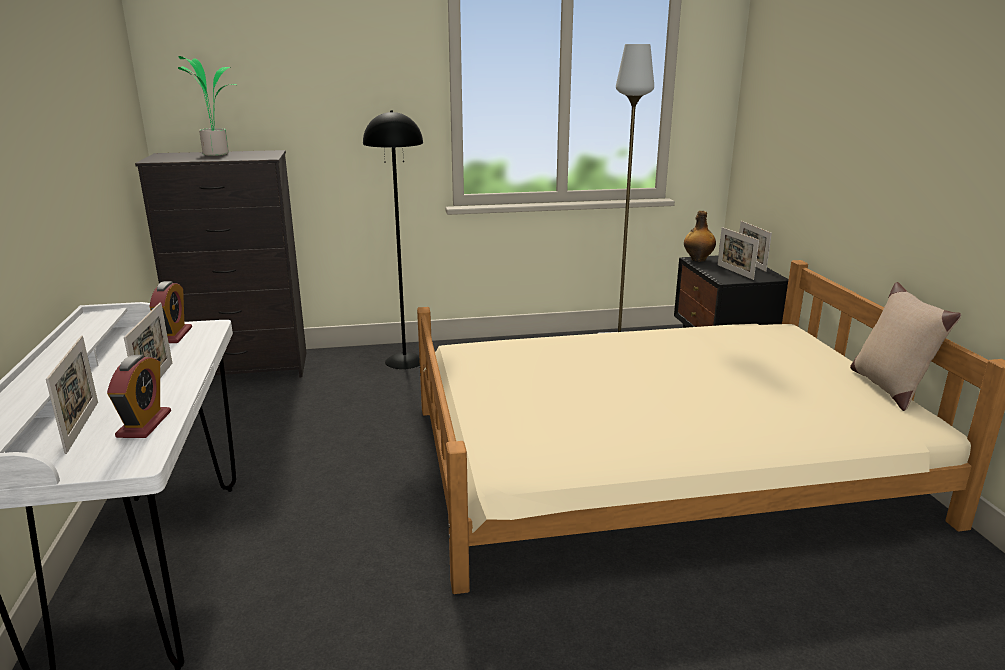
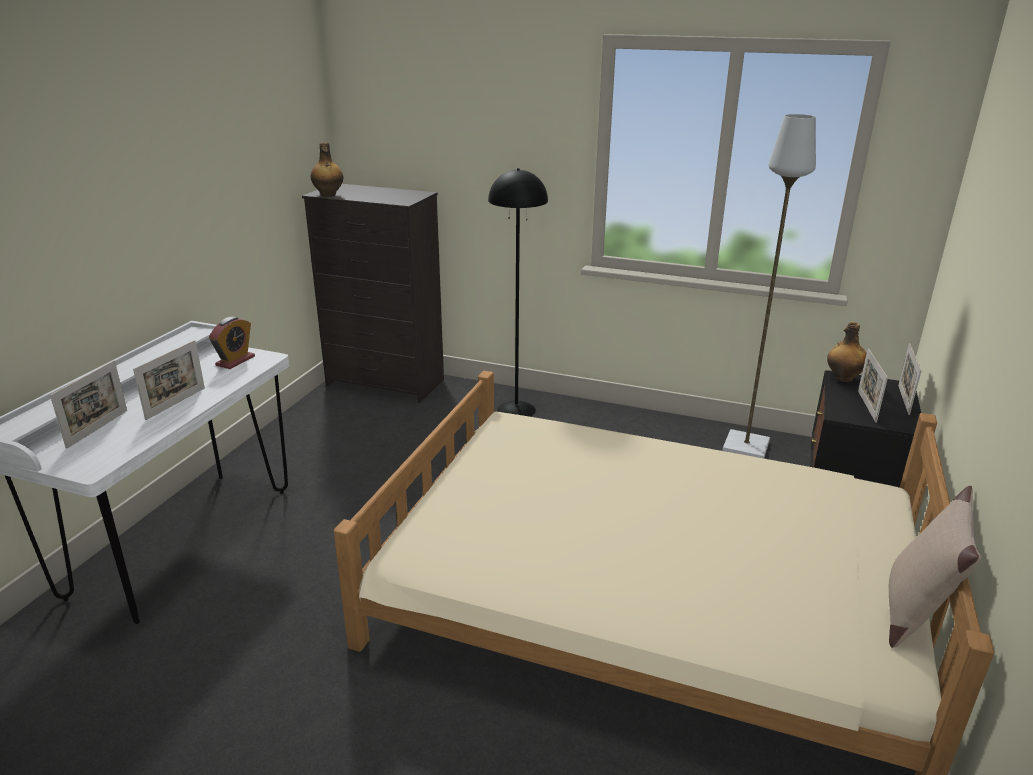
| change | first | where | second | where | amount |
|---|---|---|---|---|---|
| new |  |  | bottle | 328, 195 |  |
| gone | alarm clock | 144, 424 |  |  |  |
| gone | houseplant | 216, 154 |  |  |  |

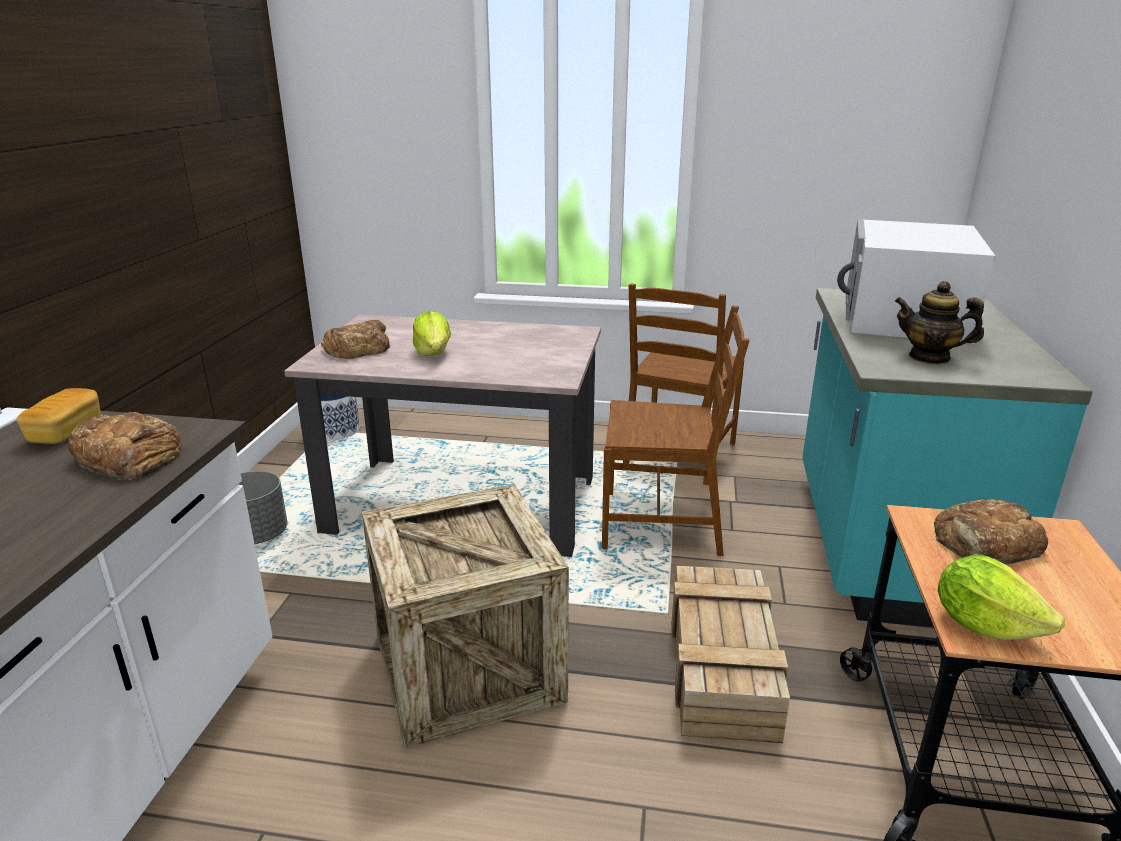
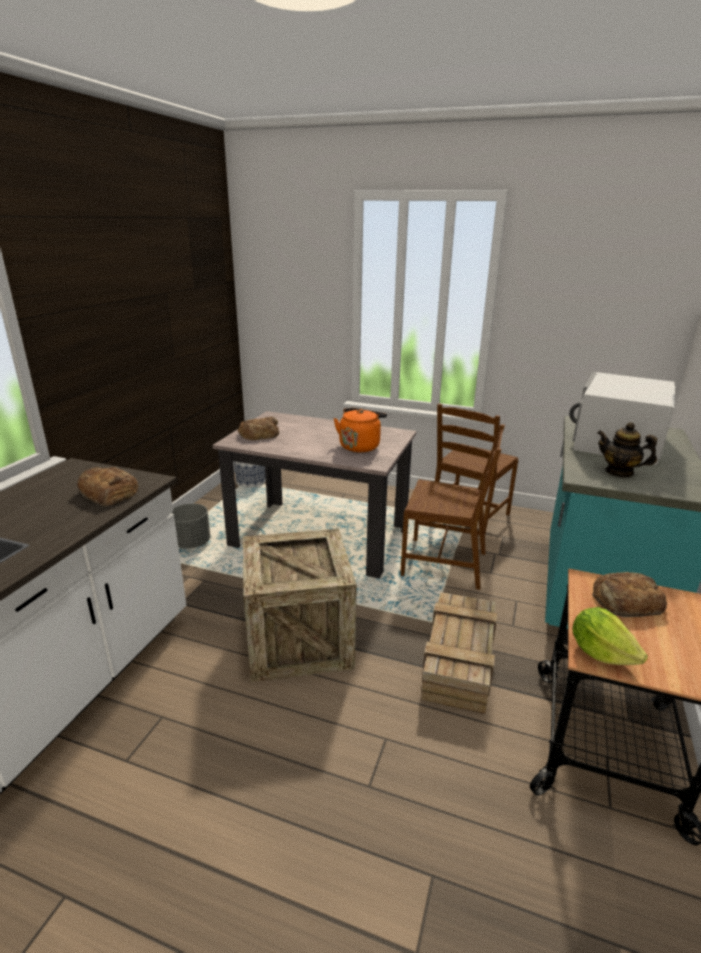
| change | first | where | second | where | amount |
|---|---|---|---|---|---|
| new |  |  | orangey tea kettle | 360, 446 |  |
| gone | bakery bread | 66, 431 |  |  |  |
| gone | lettuce head | 433, 353 |  |  |  |

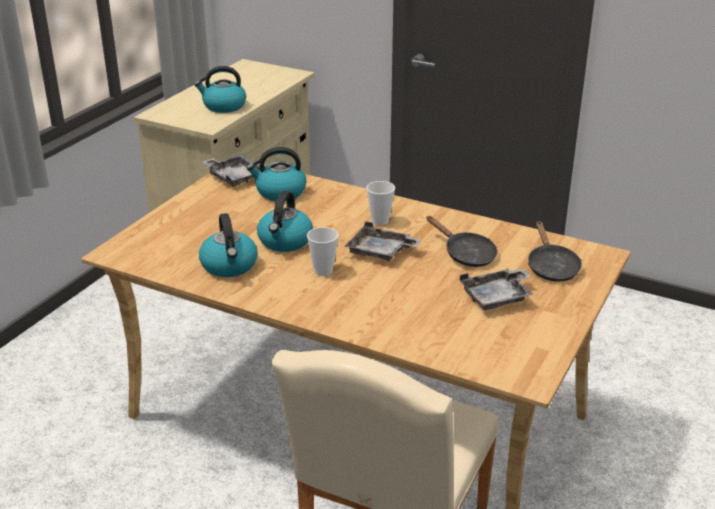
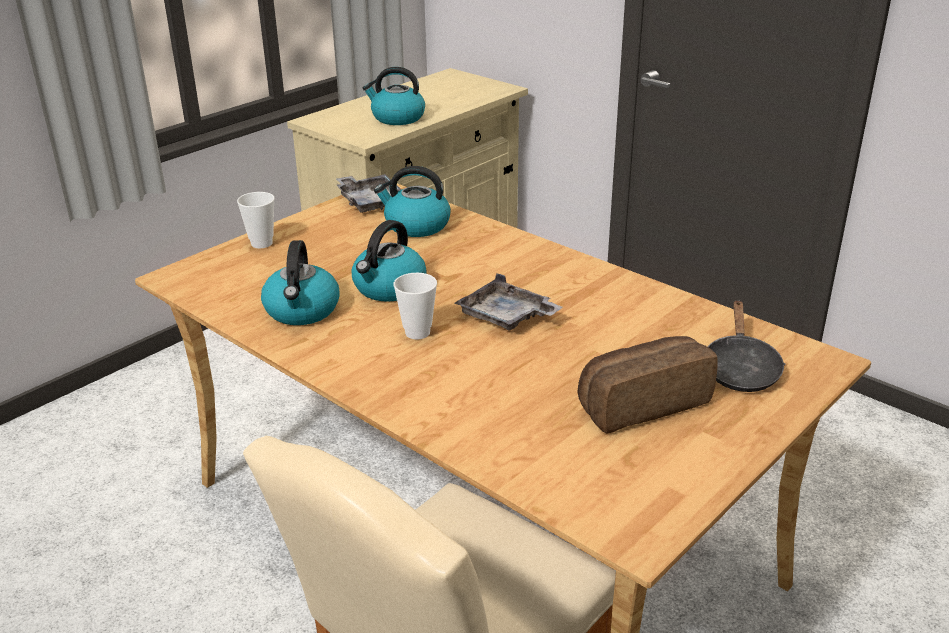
| change | first | where | second | where | amount |
|---|---|---|---|---|---|
| shifted | drinking cup | 380, 221 |  | 261, 243 |  |
| swapped | grey tray | 497, 297 | bakery bread | 641, 402 |  |
| gone | black skillet | 466, 254 |  |  |  |

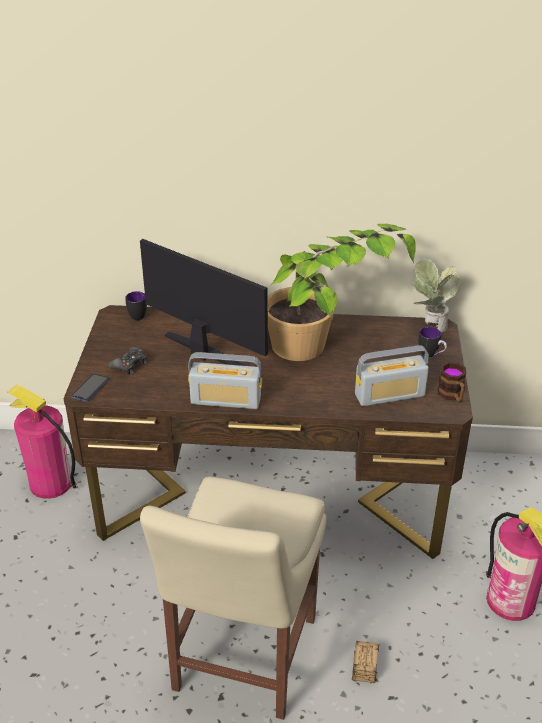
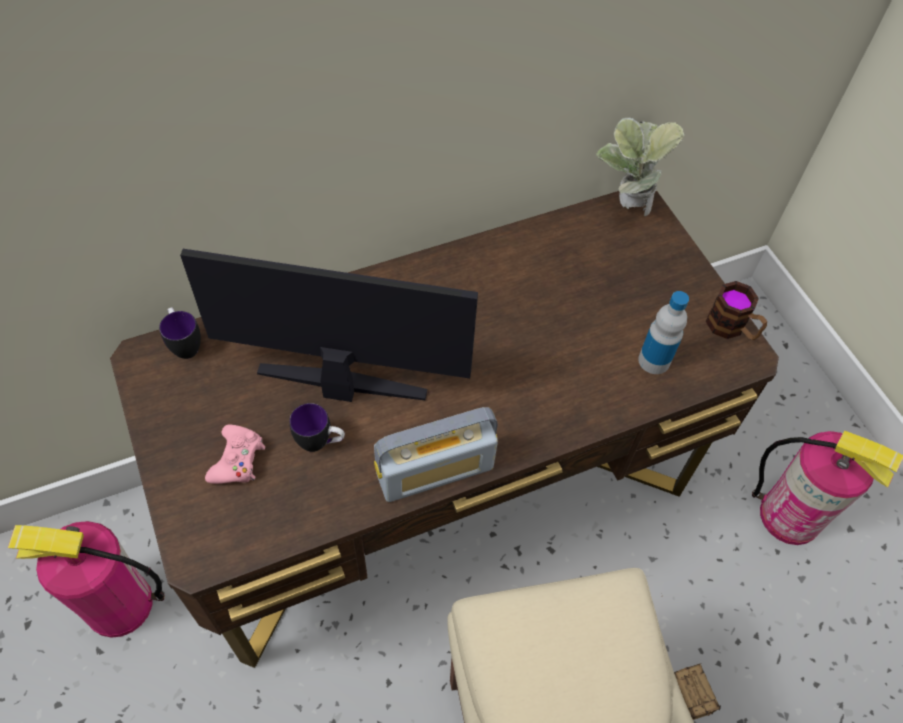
| change | first | where | second | where | amount |
|---|---|---|---|---|---|
| repainted | black gamepad | 130, 365 | pink-coloured gamepad | 237, 460 |  |
| shifted | tea mug | 431, 355 |  | 320, 443 |  |
| swapped | radio | 390, 395 | bottle | 654, 360 |  |
| gone | handset | 90, 388 |  |  |  |
| gone | houseplant | 327, 347 |  |  |  |

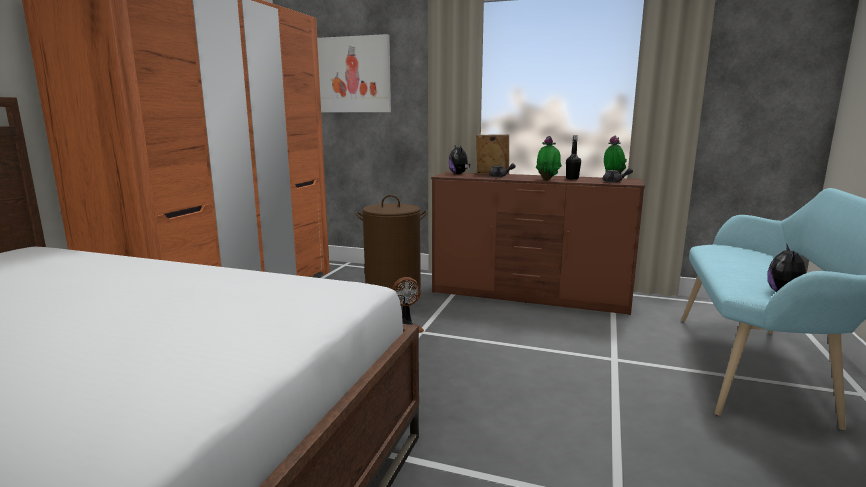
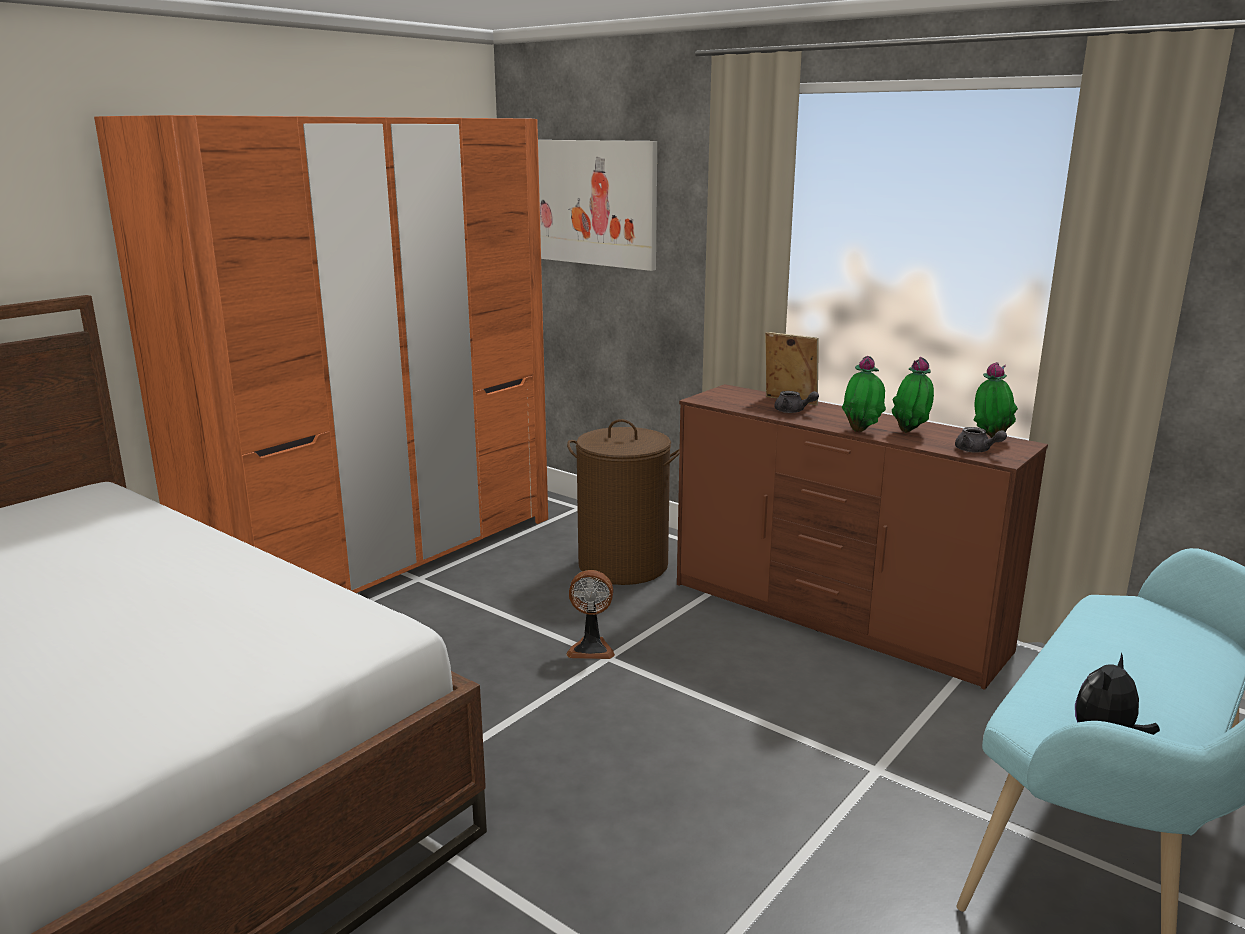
| change | first | where | second | where | amount |
|---|---|---|---|---|---|
| swapped | black bottle | 572, 179 | houseplant | 911, 432 |  |
| gone | plush toy | 459, 174 |  |  |  |

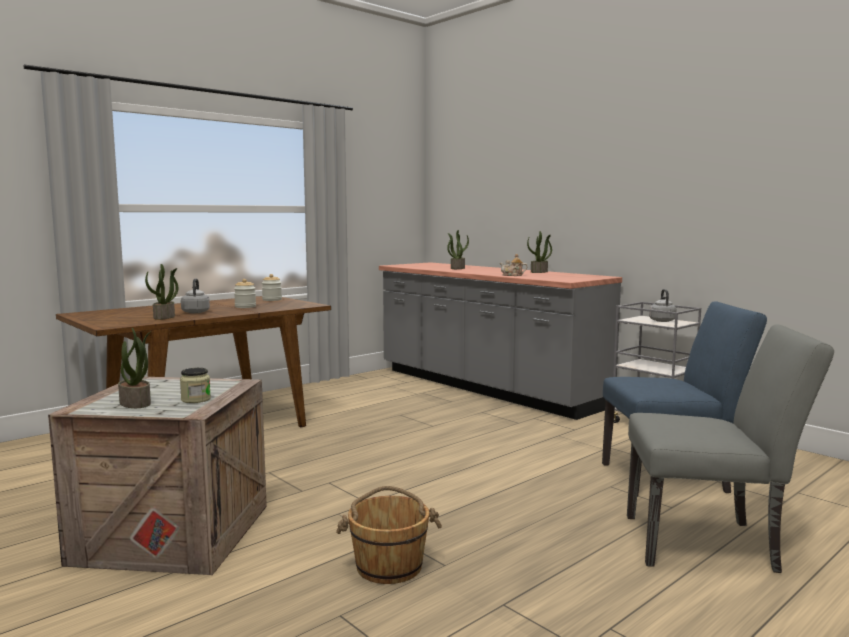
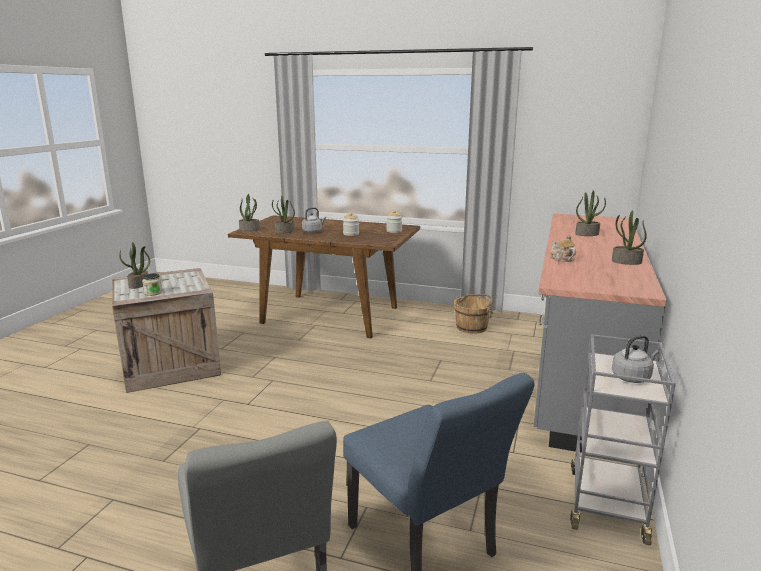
| change | first | where | second | where | amount |
|---|---|---|---|---|---|
| new |  |  | houseplant | 249, 229 |  |
| shifted | brownish bucket | 389, 565 |  | 472, 327 |  |

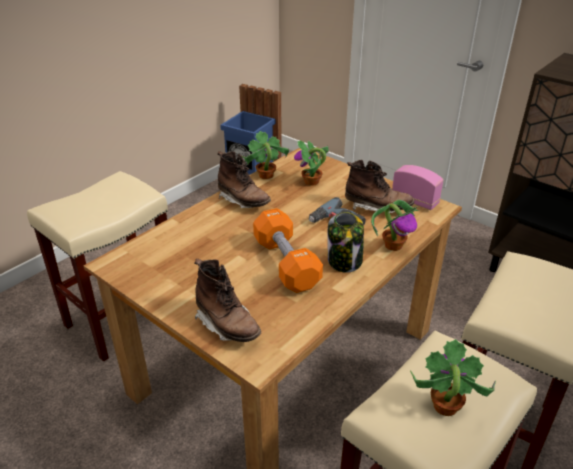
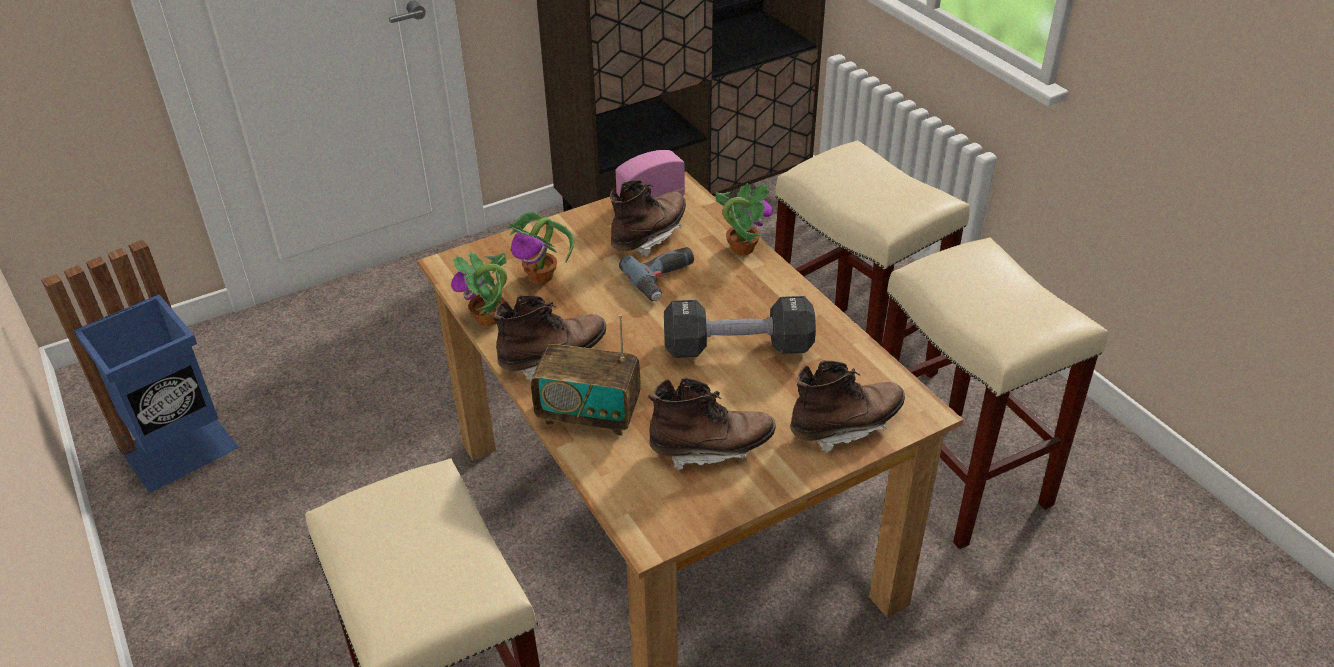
| change | first | where | second | where | amount |
|---|---|---|---|---|---|
| new |  |  | radio | 589, 414 |  |
| new |  |  | brownish high-top boot | 711, 448 |  |
| repainted | orangey free weight | 286, 263 | black free weight | 738, 347 |  |
| gone | storage jar | 344, 261 |  |  |  |
| gone | houseplant | 444, 406 |  |  |  |

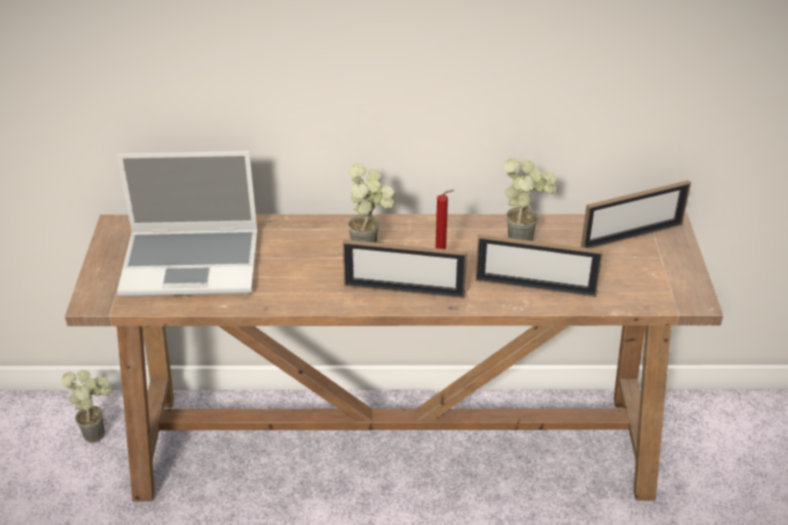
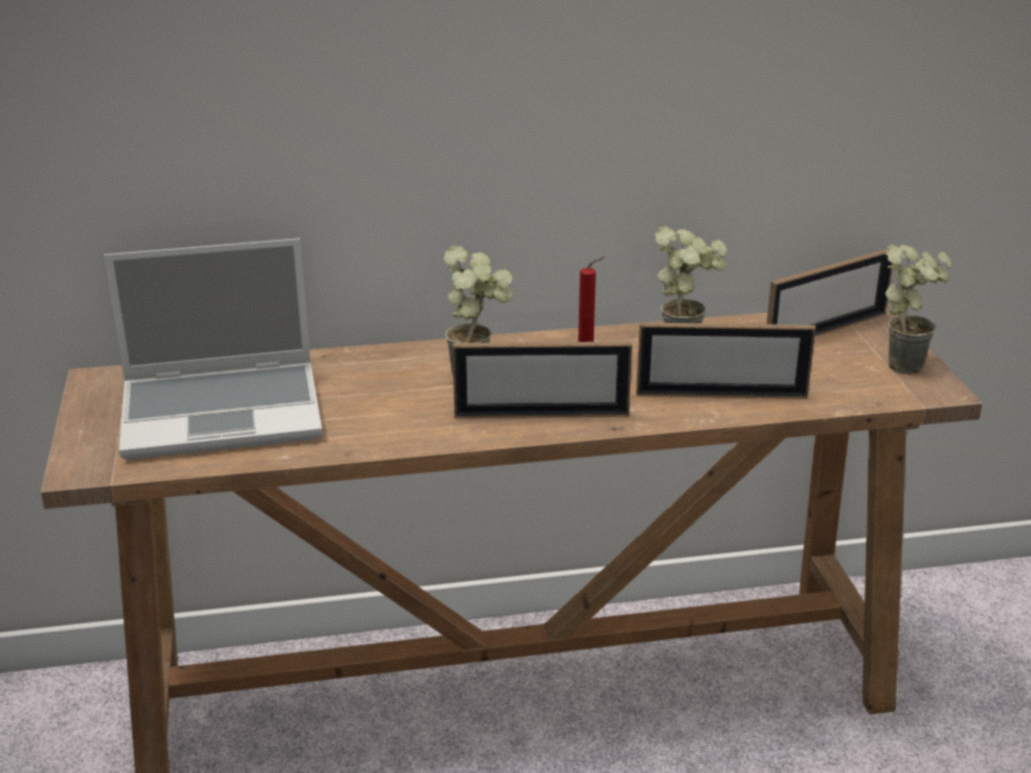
| change | first | where | second | where | amount |
|---|---|---|---|---|---|
| shifted | houseplant | 99, 431 |  | 906, 363 |  |

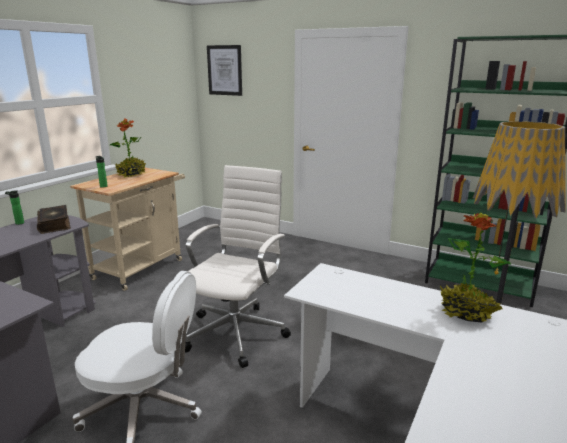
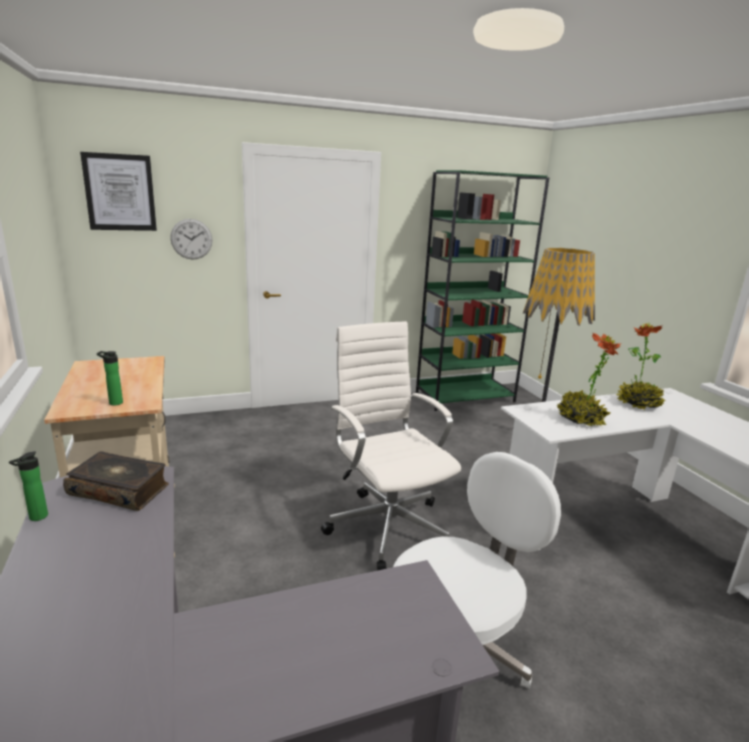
| change | first | where | second | where | amount |
|---|---|---|---|---|---|
| new |  |  | hanging clock | 191, 239 |  |
| shifted | houseplant | 131, 174 |  | 580, 419 |  |

